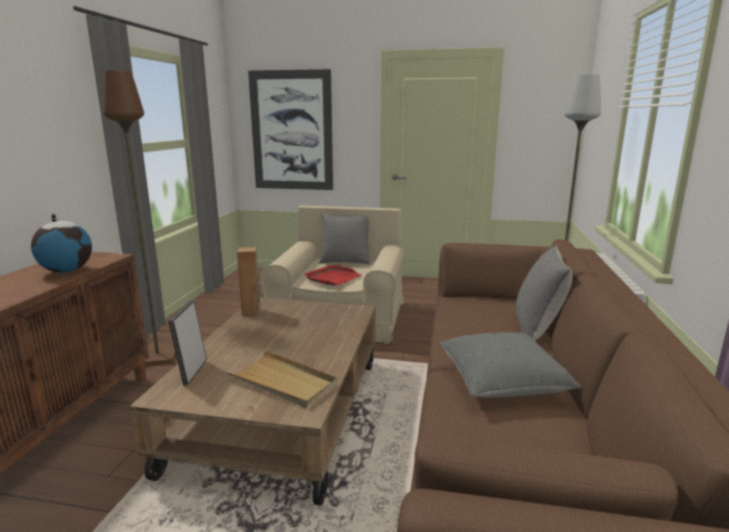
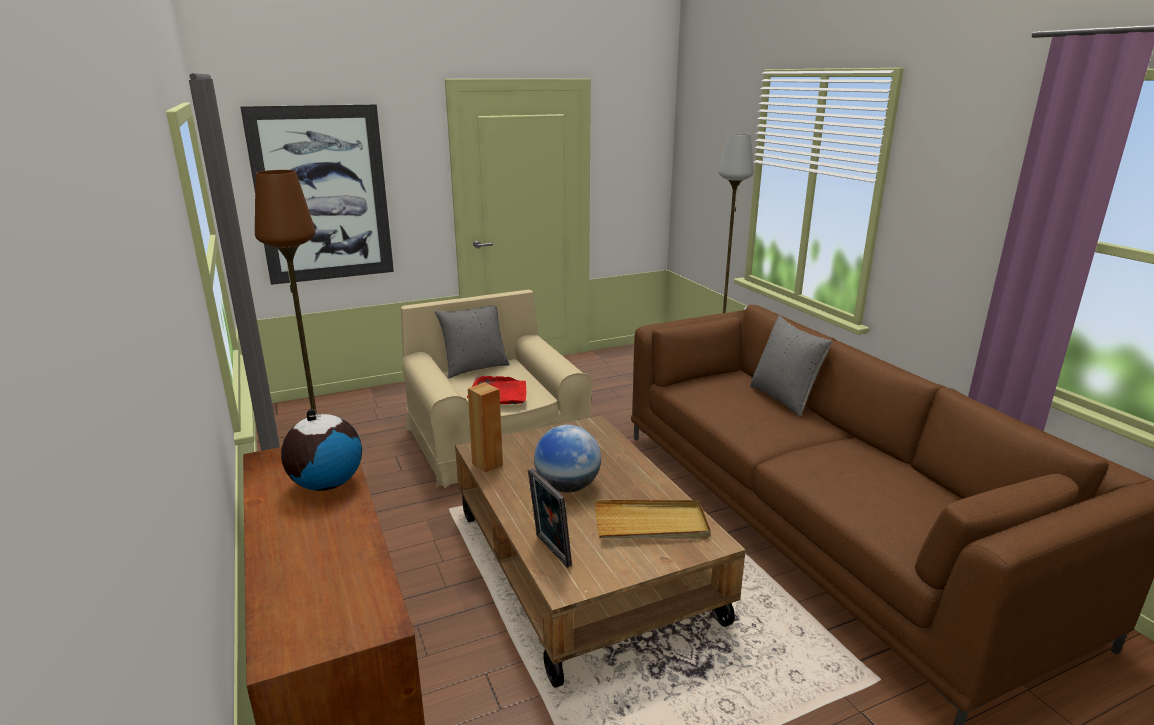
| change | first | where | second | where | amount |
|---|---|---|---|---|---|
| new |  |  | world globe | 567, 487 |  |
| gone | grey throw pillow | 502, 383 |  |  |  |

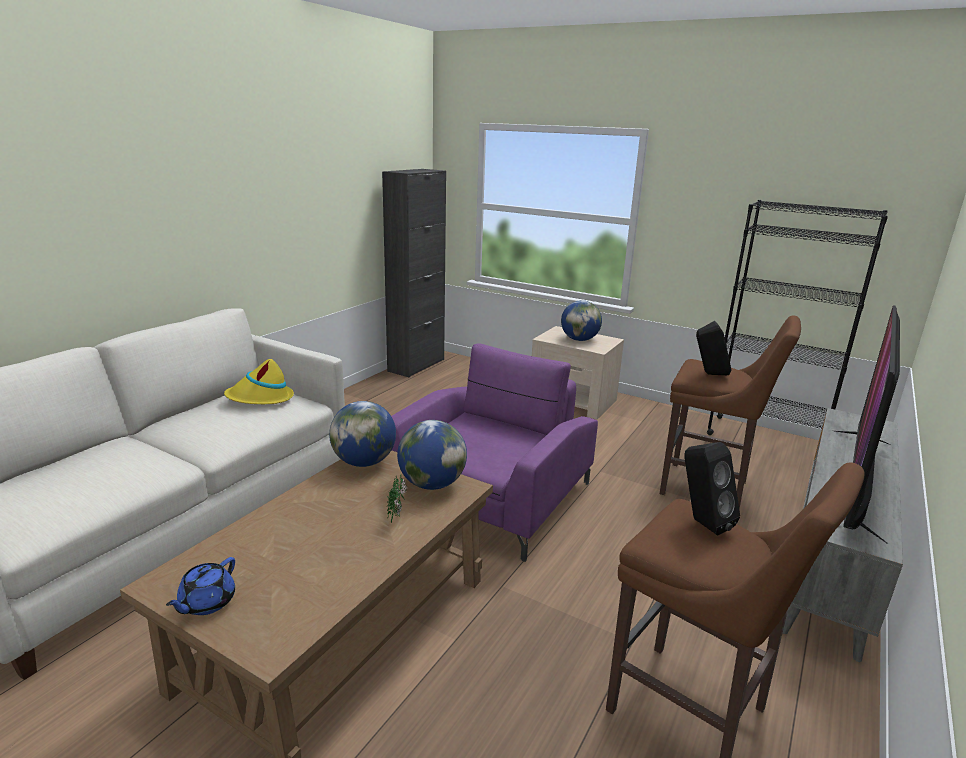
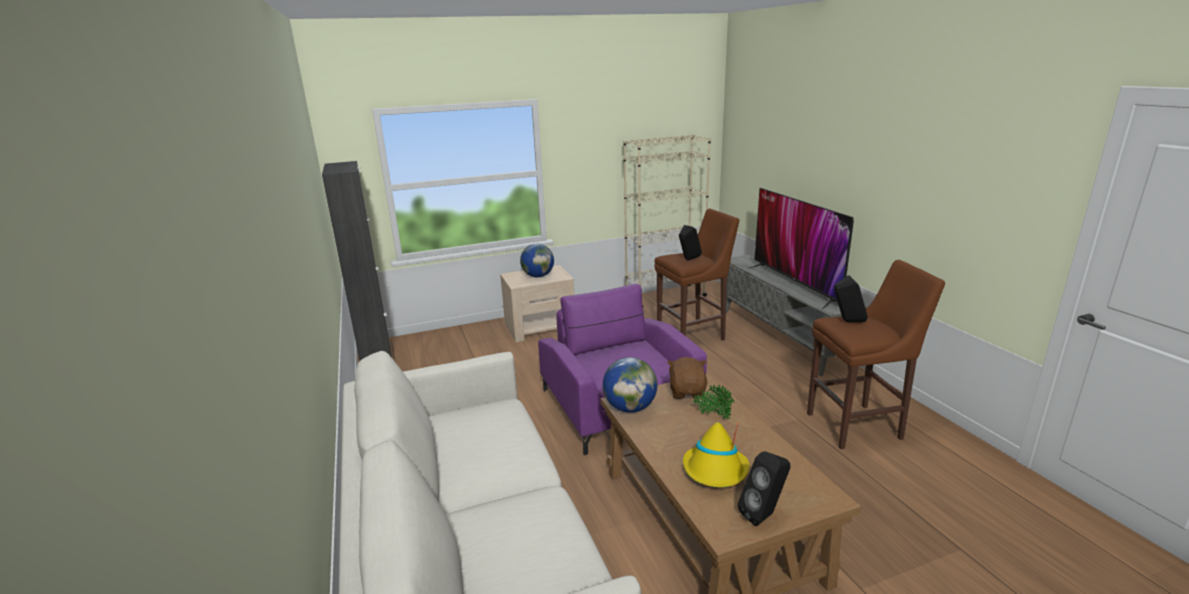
| change | first | where | second | where | amount |
|---|---|---|---|---|---|
| repainted | black bookshelf | 765, 438 | beige bookshelf | 665, 296 |  |
| swapped | world globe | 432, 484 | brownish plush toy | 687, 392 |  |
| shifted | yellow hat | 260, 398 |  | 715, 471 |  |
| swapped | blue-coloured tea pot | 206, 603 | black speaker | 764, 515 |  |

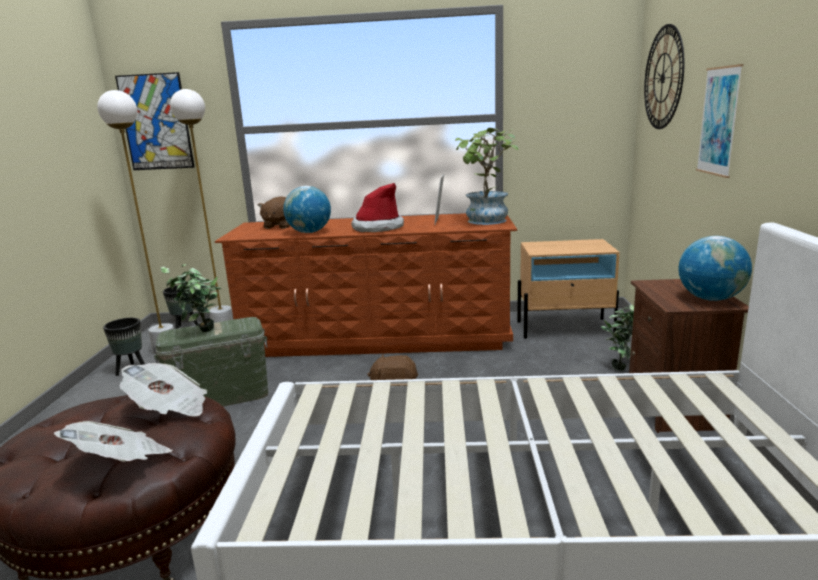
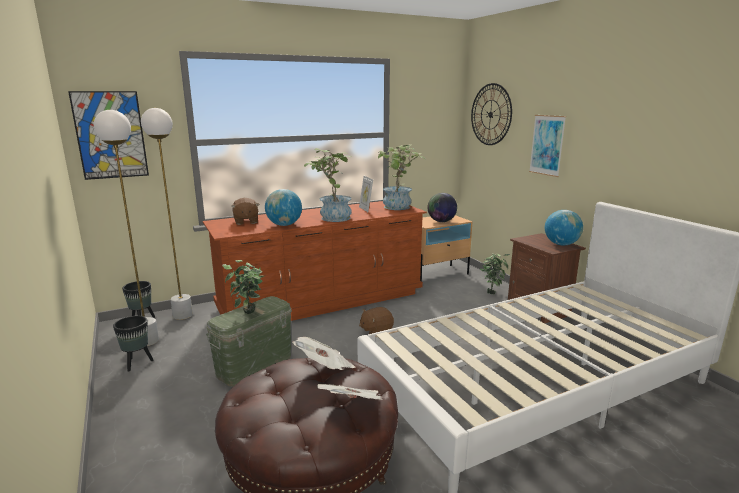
| change | first | where | second | where | amount |
|---|---|---|---|---|---|
| swapped | hat | 378, 228 | houseplant | 331, 217 |  |
| new |  |  | world globe | 441, 221 |  |

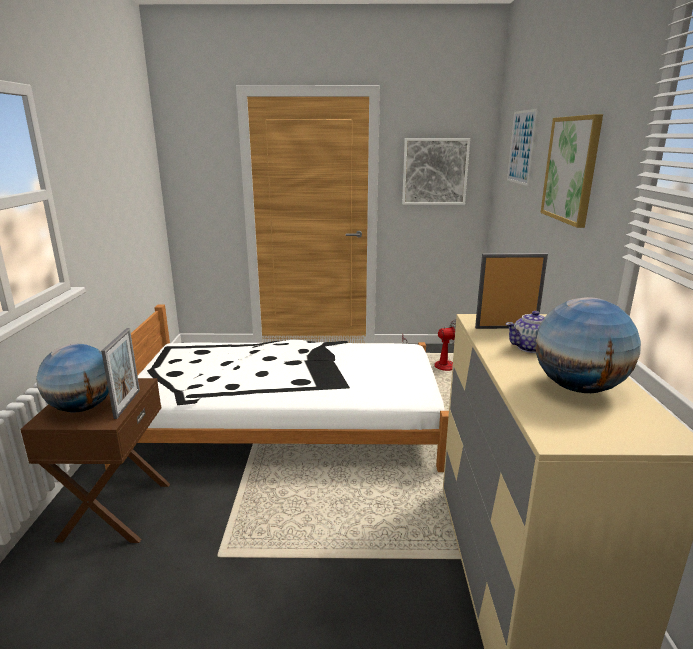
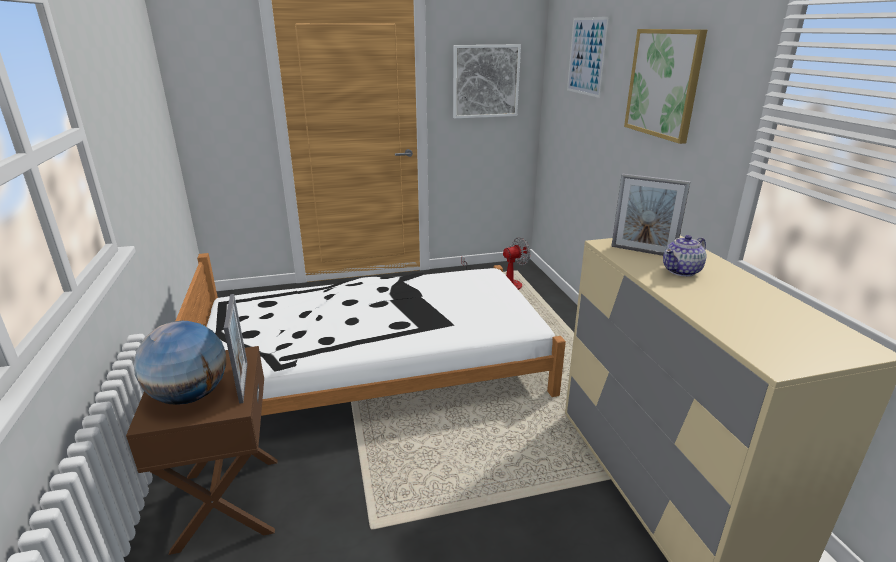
| change | first | where | second | where | amount |
|---|---|---|---|---|---|
| rotated | picture frame | 506, 327 |  | 642, 251 | 135 degrees counterclockwise |
| gone | world globe | 578, 388 |  |  |  |

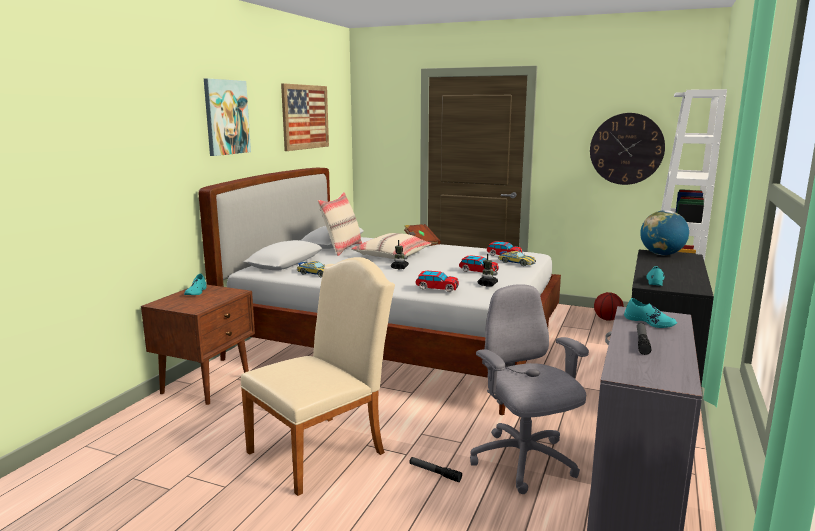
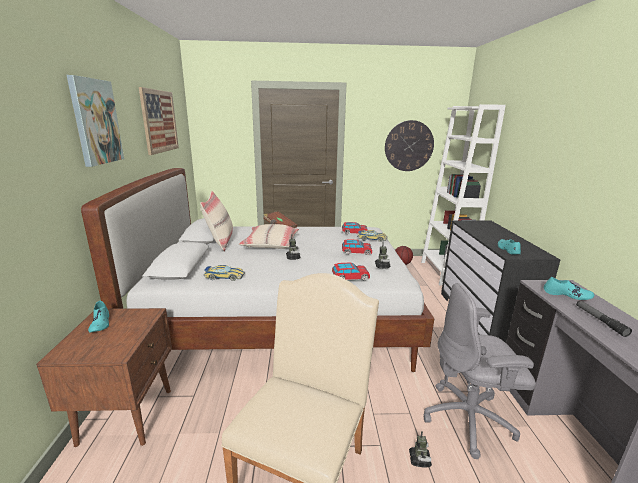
| change | first | where | second | where | amount |
|---|---|---|---|---|---|
| swapped | torch | 434, 472 | robot figure | 419, 460 |  |
| rotated | grey office chair | 524, 462 |  | 469, 419 | 45 degrees counterclockwise |
| gone | world globe | 662, 254 |  |  |  |

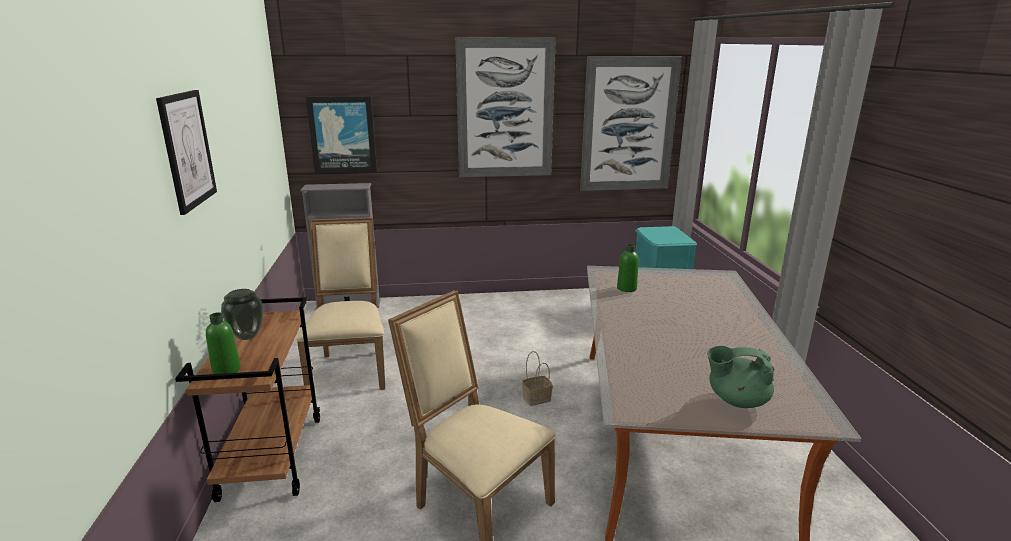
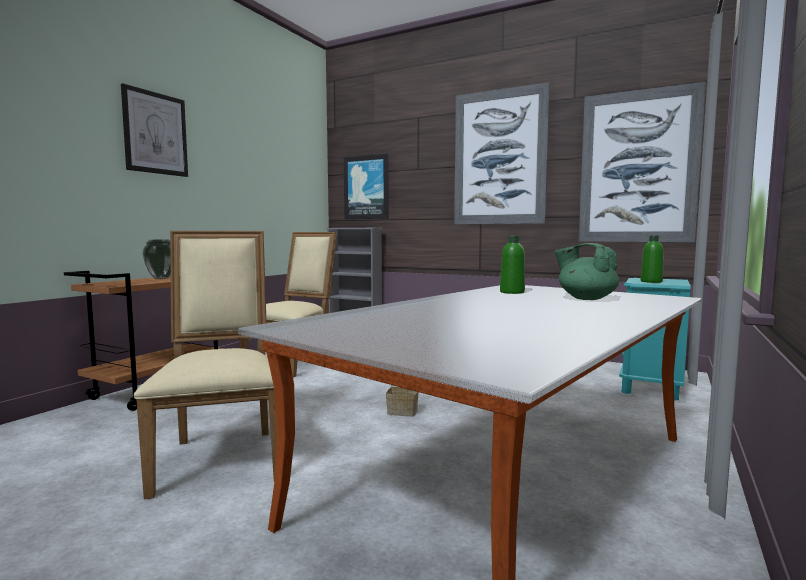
| change | first | where | second | where | amount |
|---|---|---|---|---|---|
| shifted | greenish tea pot | 736, 400 |  | 586, 298 |  |
| shifted | greenish bottle | 226, 370 |  | 651, 281 |  |

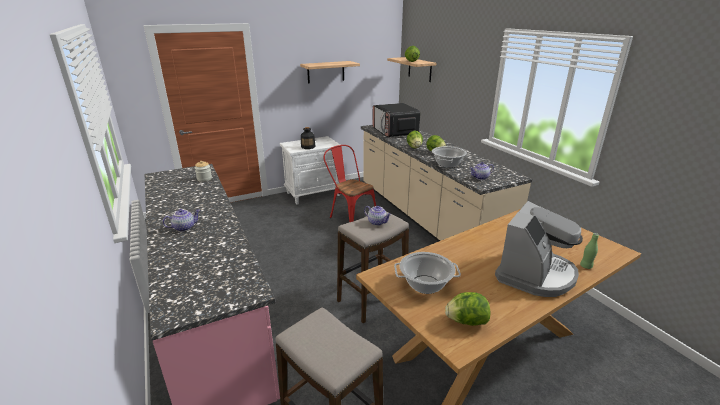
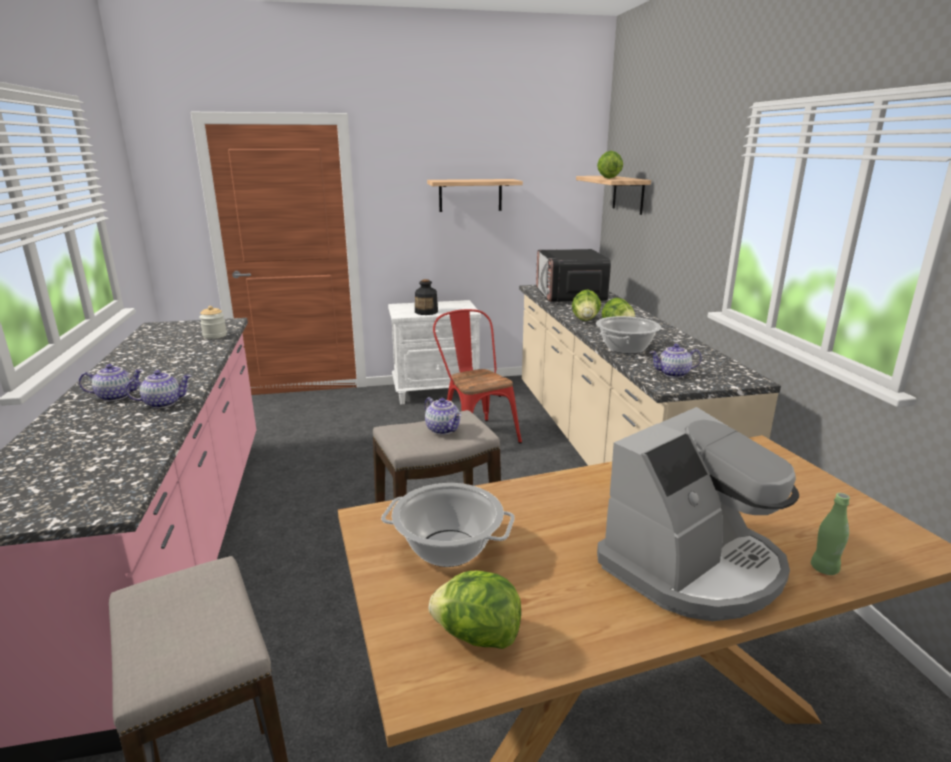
| change | first | where | second | where | amount |
|---|---|---|---|---|---|
| new |  |  | tea pot | 163, 403 |  |

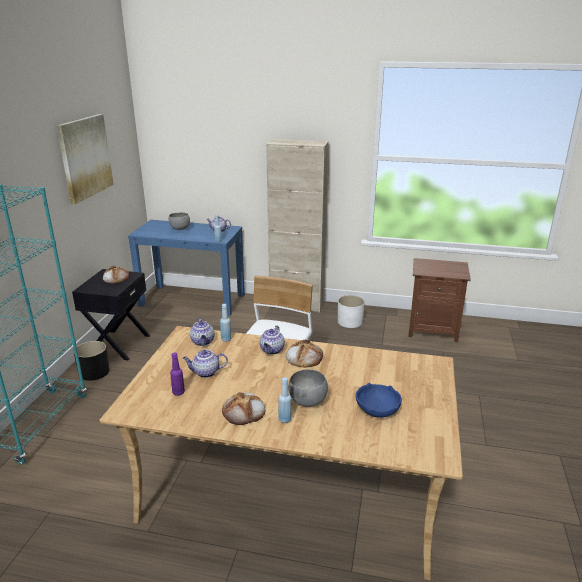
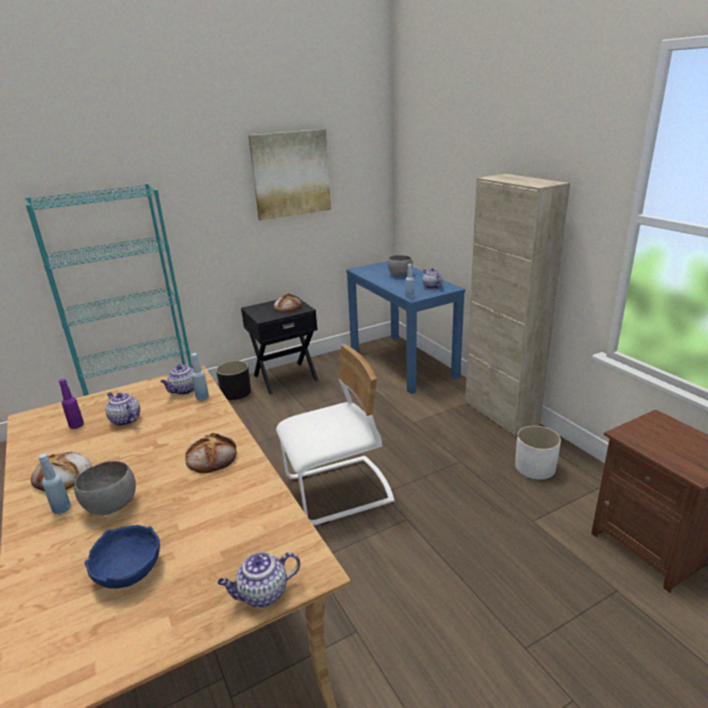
| change | first | where | second | where | amount |
|---|---|---|---|---|---|
| shifted | tea pot | 272, 350 |  | 262, 594 |  |

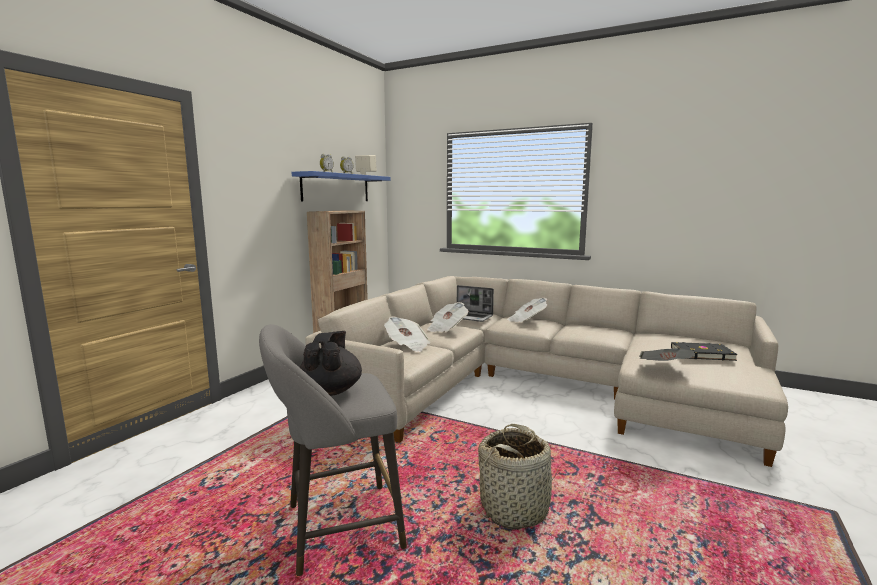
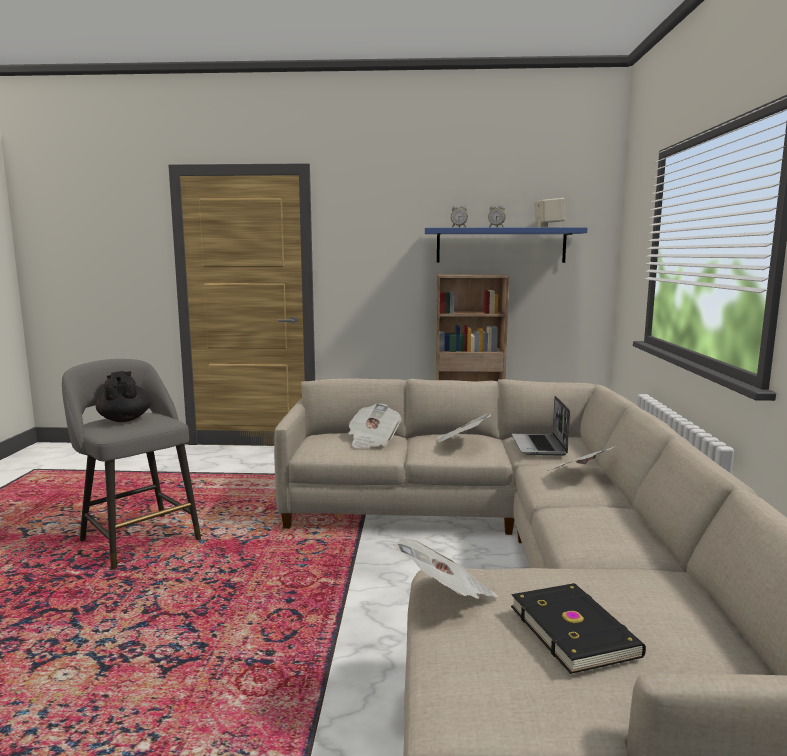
| change | first | where | second | where | amount |
|---|---|---|---|---|---|
| rotated | black tea pot | 331, 391 |  | 125, 419 | 90 degrees counterclockwise |
| gone | household basket | 515, 509 |  |  |  |

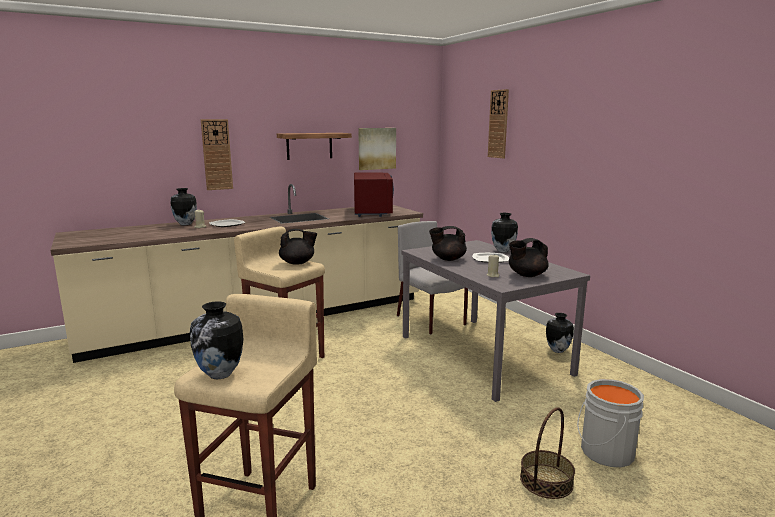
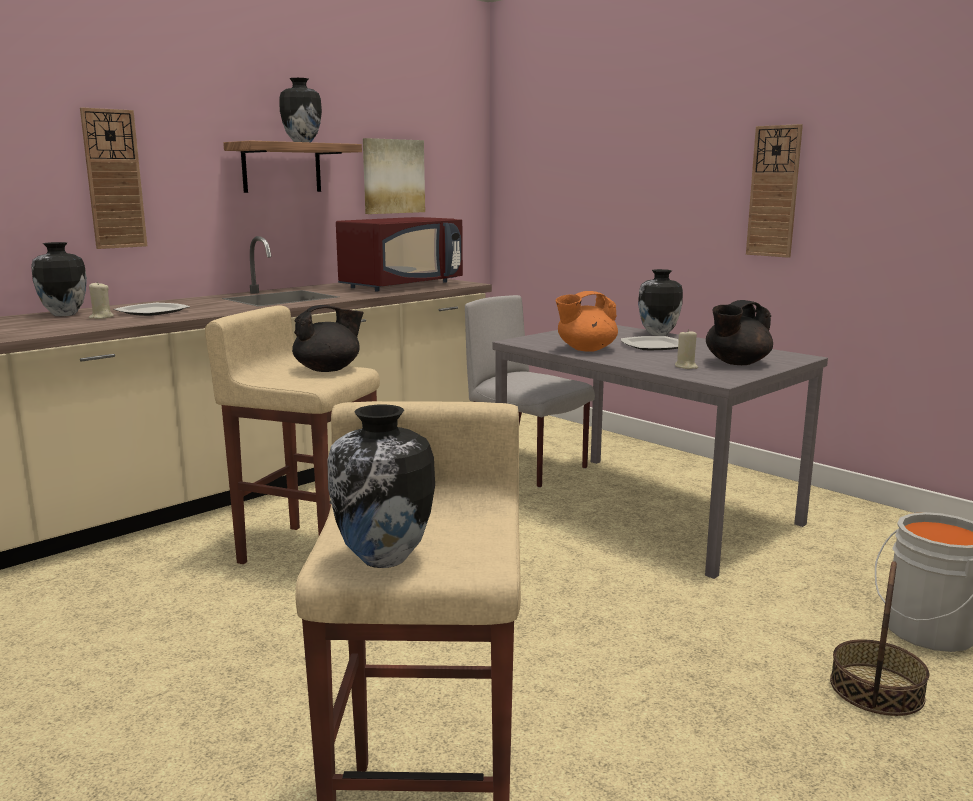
| change | first | where | second | where | amount |
|---|---|---|---|---|---|
| shifted | flower vase | 557, 350 |  | 302, 142 |  |
| rotated | red kitchen microwave | 372, 212 |  | 402, 285 | 60 degrees clockwise |
| repainted | black tea pot | 448, 259 | orangey tea pot | 585, 349 |  |
| shifted | hanging clock | 498, 124 |  | 774, 191 |  |

